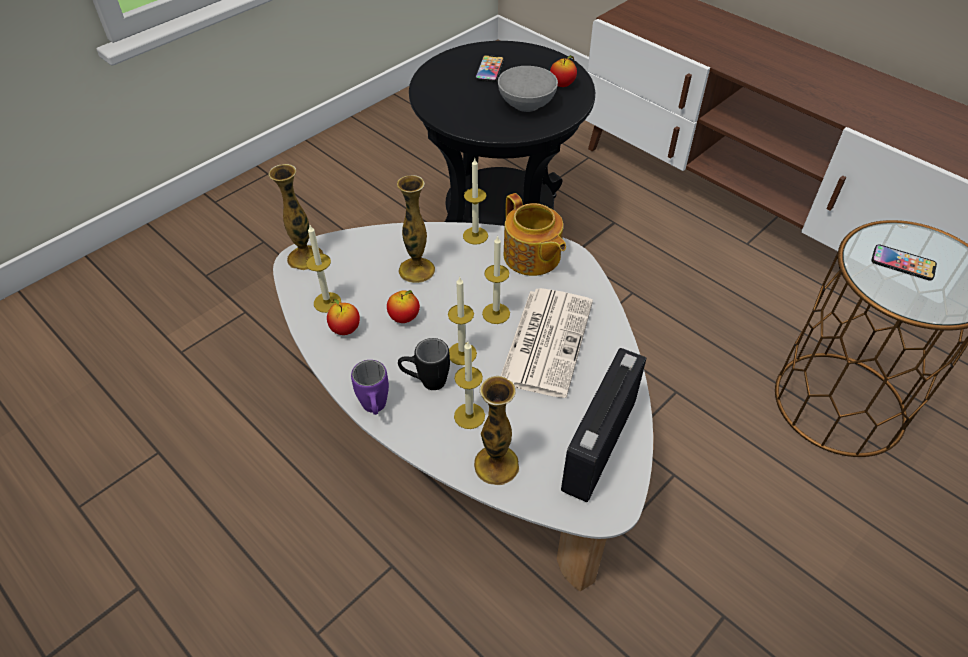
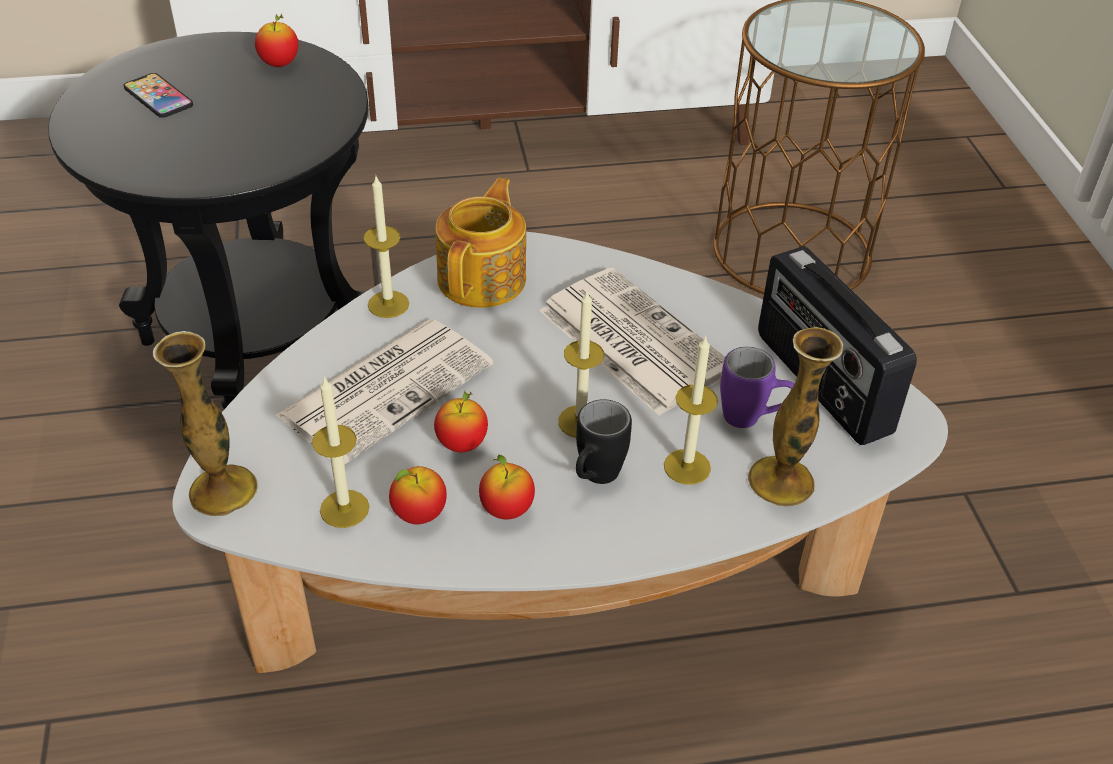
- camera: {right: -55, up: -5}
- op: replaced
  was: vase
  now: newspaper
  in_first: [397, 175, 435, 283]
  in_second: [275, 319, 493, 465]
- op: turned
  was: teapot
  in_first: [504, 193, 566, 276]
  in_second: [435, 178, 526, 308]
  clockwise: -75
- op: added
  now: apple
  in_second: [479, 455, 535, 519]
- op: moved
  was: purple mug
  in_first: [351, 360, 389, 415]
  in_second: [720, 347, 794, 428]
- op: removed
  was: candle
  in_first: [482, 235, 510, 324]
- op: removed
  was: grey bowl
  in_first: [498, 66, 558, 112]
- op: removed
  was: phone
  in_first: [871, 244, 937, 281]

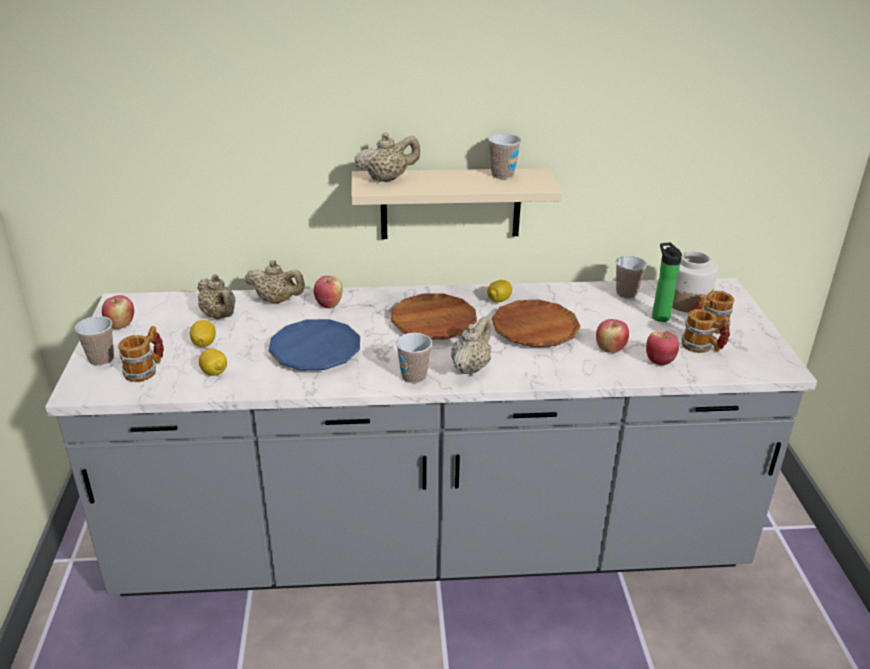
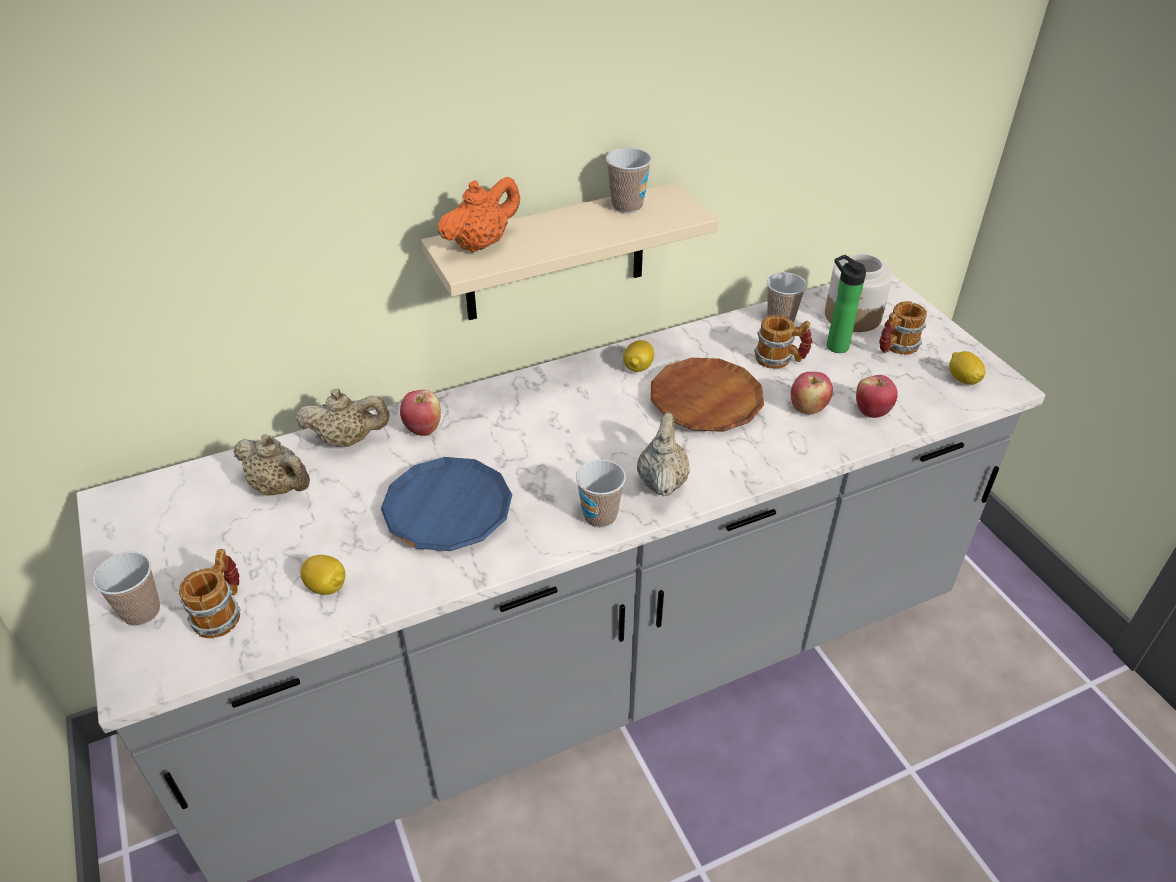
- camera: {right: -20, up: 10}
- op: recoloured
  was: beige teapot
  now: orange teapot
  in_first: [355, 133, 420, 182]
  in_second: [438, 177, 520, 253]
- op: moved
  was: mug
  in_first: [682, 309, 730, 353]
  in_second: [754, 315, 812, 369]
- op: moved
  was: lemon
  in_first: [190, 320, 216, 347]
  in_second: [949, 351, 985, 385]
- op: removed
  was: apple
  in_first: [102, 295, 134, 329]
- op: removed
  was: brown plate
  in_first: [391, 294, 477, 339]

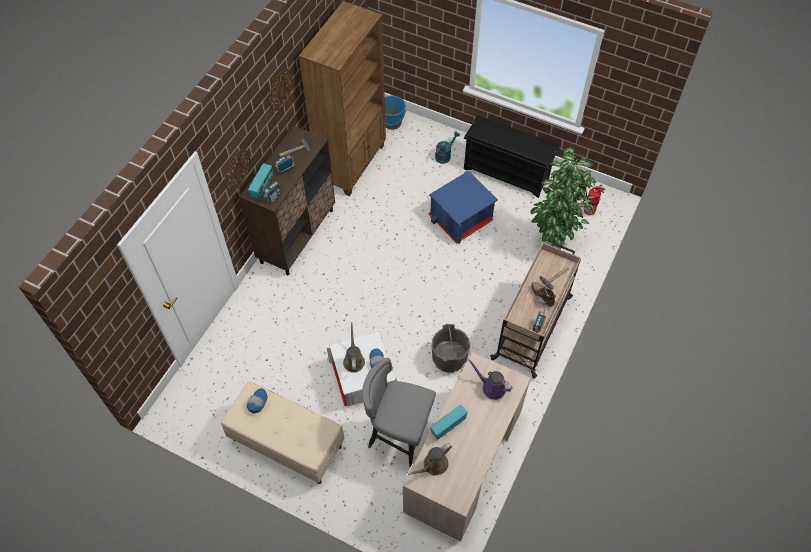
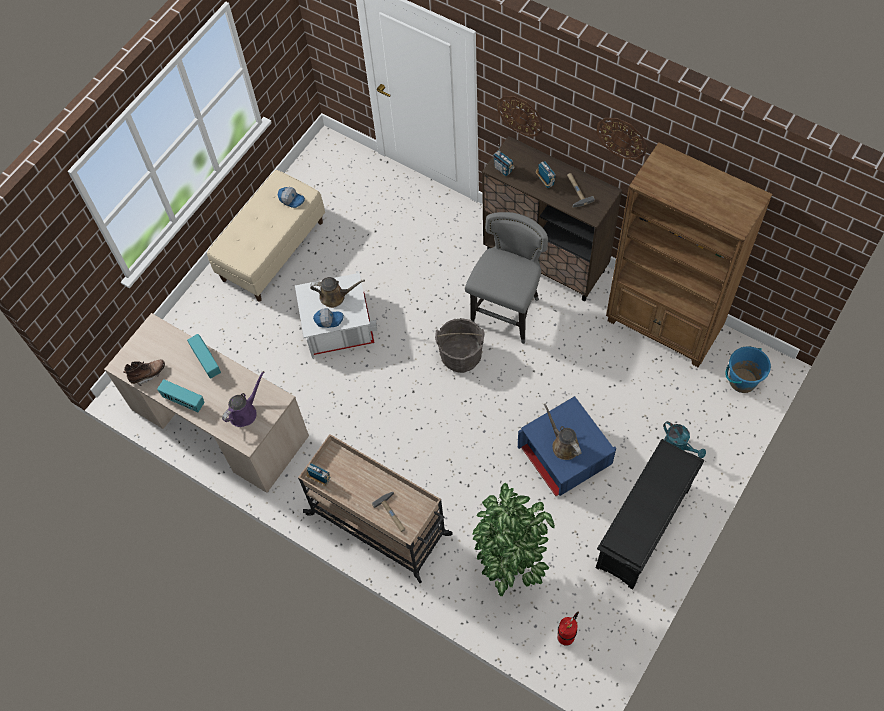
- camera: {right: 100, up: 5}
- op: moved
  was: brown boot
  in_first: [531, 282, 556, 307]
  in_second: [123, 359, 165, 386]
- op: moved
  was: radio
  in_first: [248, 163, 273, 199]
  in_second: [157, 379, 204, 412]
- op: moved
  was: grey bucket
  in_first: [431, 324, 470, 372]
  in_second: [435, 318, 485, 373]
- op: moved
  was: grey stool
  in_first: [363, 358, 436, 467]
  in_second: [465, 212, 548, 344]
- op: moved
  was: brown watering can
  in_first: [408, 443, 452, 475]
  in_second: [544, 404, 581, 460]

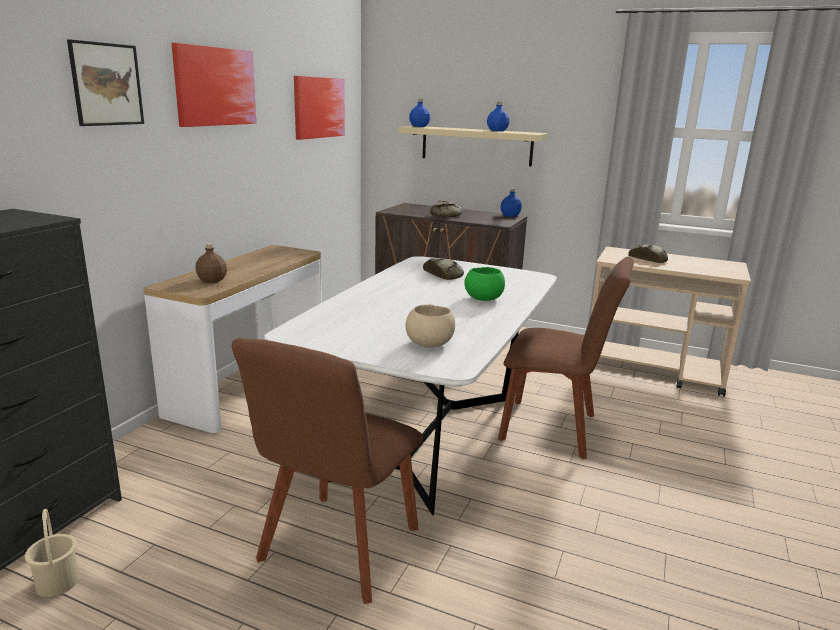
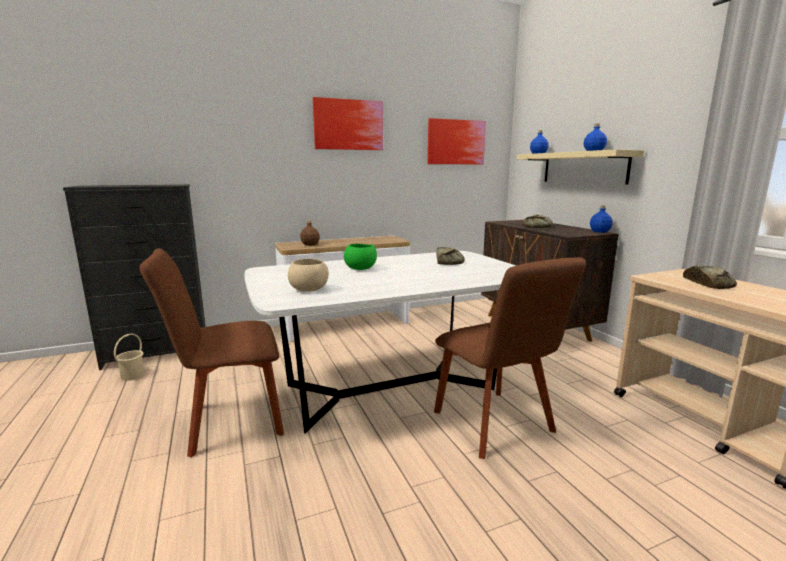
- camera: {right: 45, up: -5}
- op: moved
  was: green bowl
  in_first: [464, 267, 505, 301]
  in_second: [344, 244, 377, 270]
- op: removed
  was: picture
  in_first: [67, 39, 144, 126]

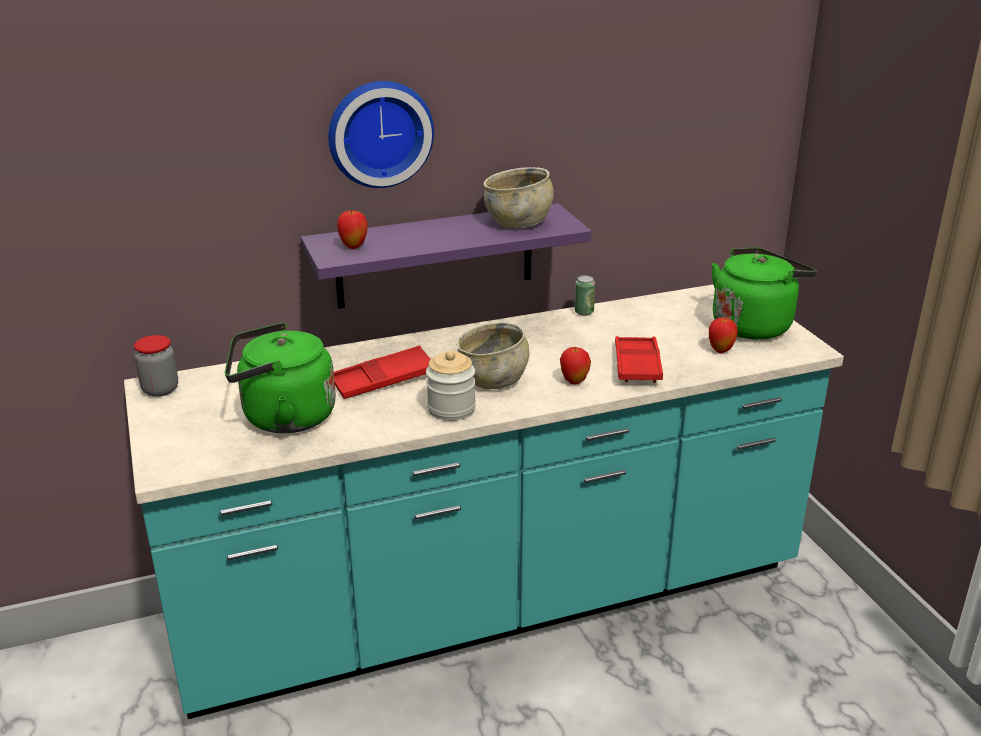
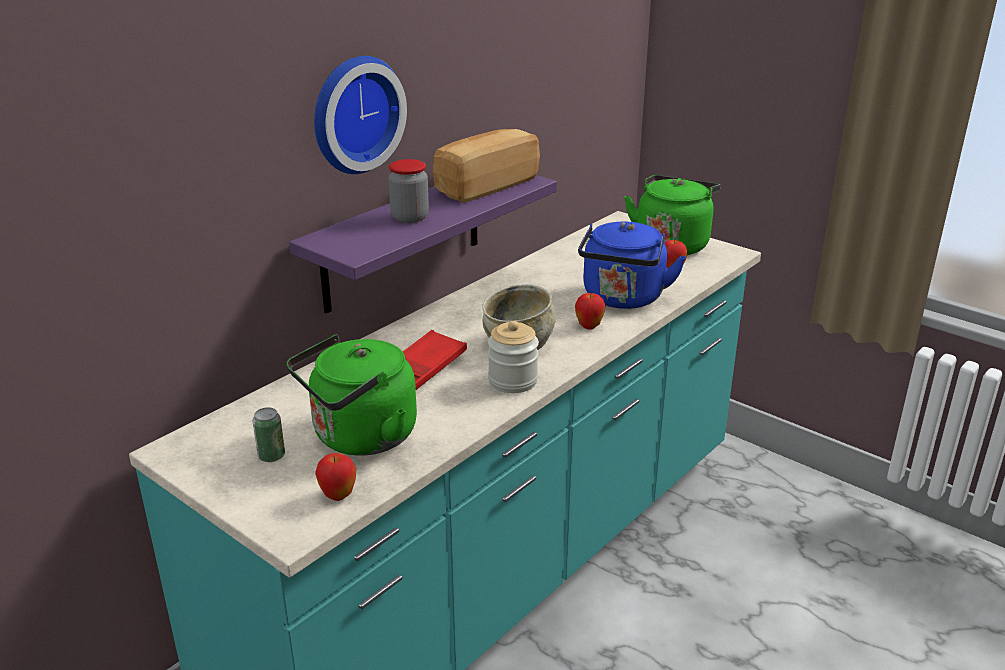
- camera: {right: -30, up: 0}
- op: moved
  was: can
  in_first: [574, 275, 595, 316]
  in_second: [253, 407, 285, 462]
- op: moved
  was: apple
  in_first: [337, 210, 368, 249]
  in_second: [315, 453, 356, 501]
- op: moved
  was: jar
  in_first: [134, 335, 178, 397]
  in_second: [388, 159, 429, 223]
- op: replaced
  was: beige bowl
  now: bread
  in_first: [484, 167, 554, 228]
  in_second: [433, 129, 540, 203]
- op: replaced
  was: red tray
  now: blue kettle
  in_first: [615, 336, 663, 383]
  in_second: [578, 222, 686, 309]

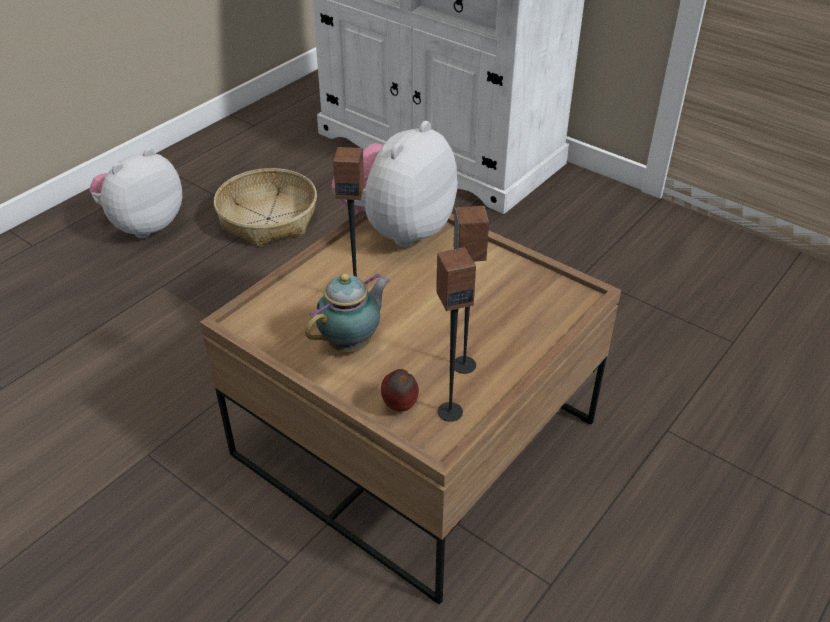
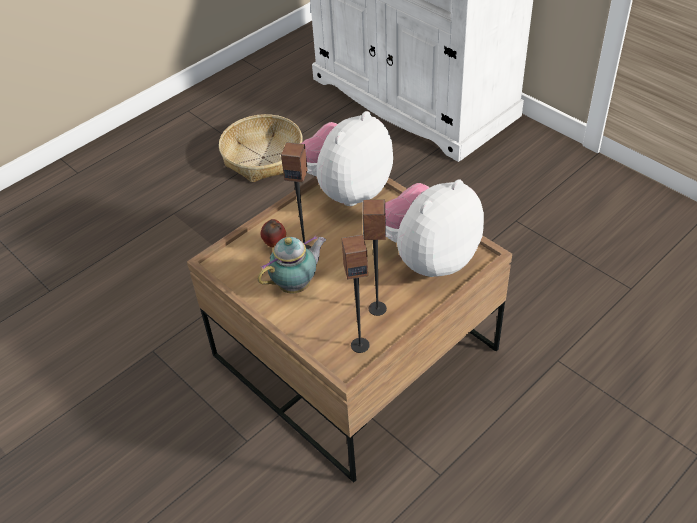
- camera: {right: 10, up: 5}
- op: moved
  was: apple
  in_first: [381, 369, 419, 411]
  in_second: [260, 219, 286, 247]
- op: moved
  was: plush toy
  in_first: [90, 148, 182, 238]
  in_second: [385, 179, 484, 277]

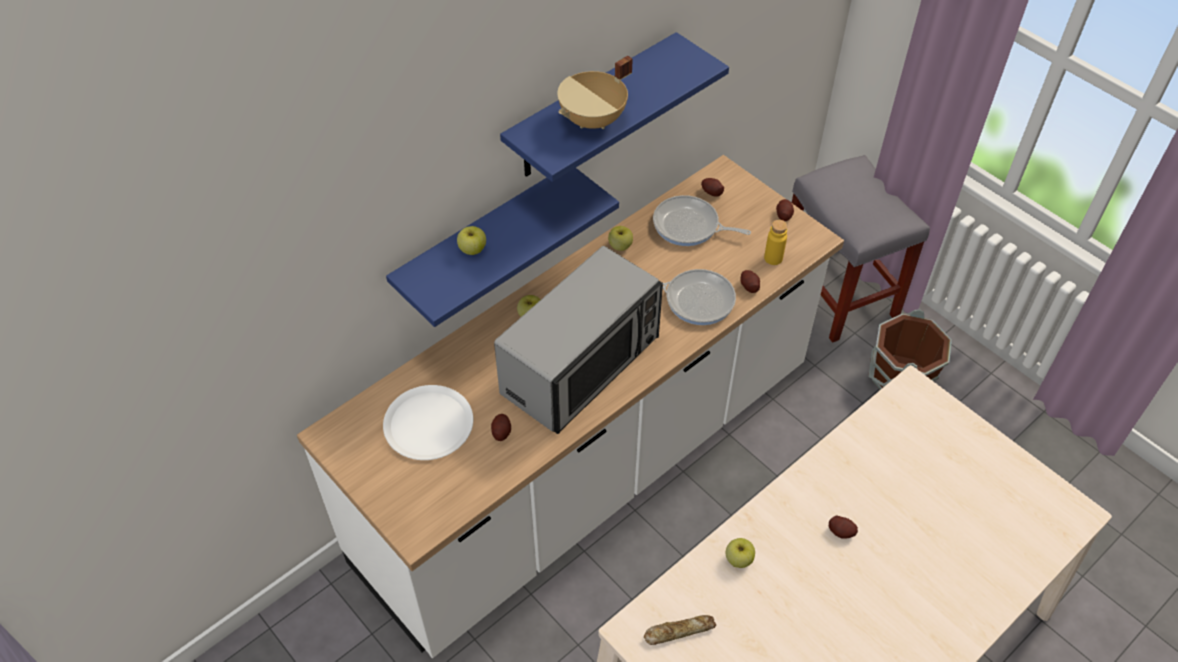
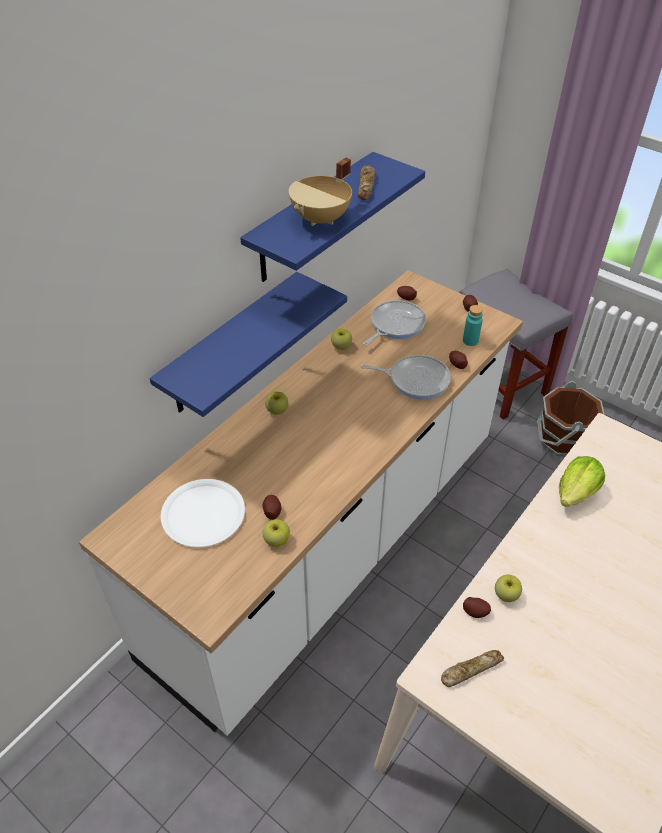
- camera: {right: -10, up: -5}
- op: moved
  was: apple
  in_first: [457, 226, 486, 255]
  in_second: [262, 519, 290, 547]
- op: added
  now: bread
  in_second: [358, 165, 375, 200]
- op: turned
  was: frying pan
  in_first: [653, 195, 751, 246]
  in_second: [363, 300, 426, 345]
  clockwise: 120
- op: recoloured
  was: yellow bottle
  now: turquoise bottle
  in_first: [764, 220, 788, 265]
  in_second: [463, 305, 483, 346]
- op: moved
  was: potato
  in_first: [829, 515, 858, 539]
  in_second: [463, 597, 491, 618]
- op: added
  now: lettuce
  in_second: [559, 456, 605, 507]
- op: removed
  was: microwave
  in_first: [494, 246, 663, 434]

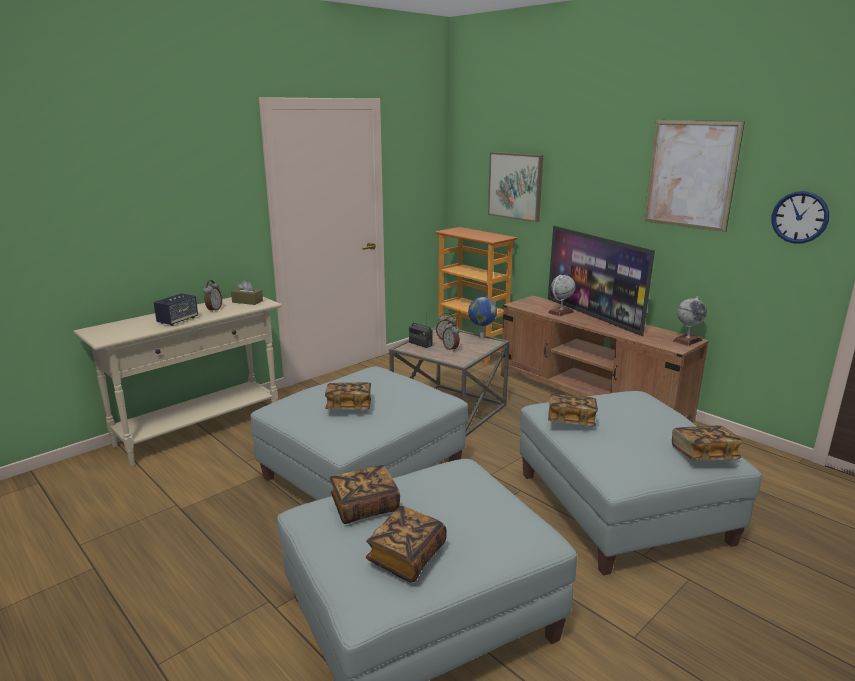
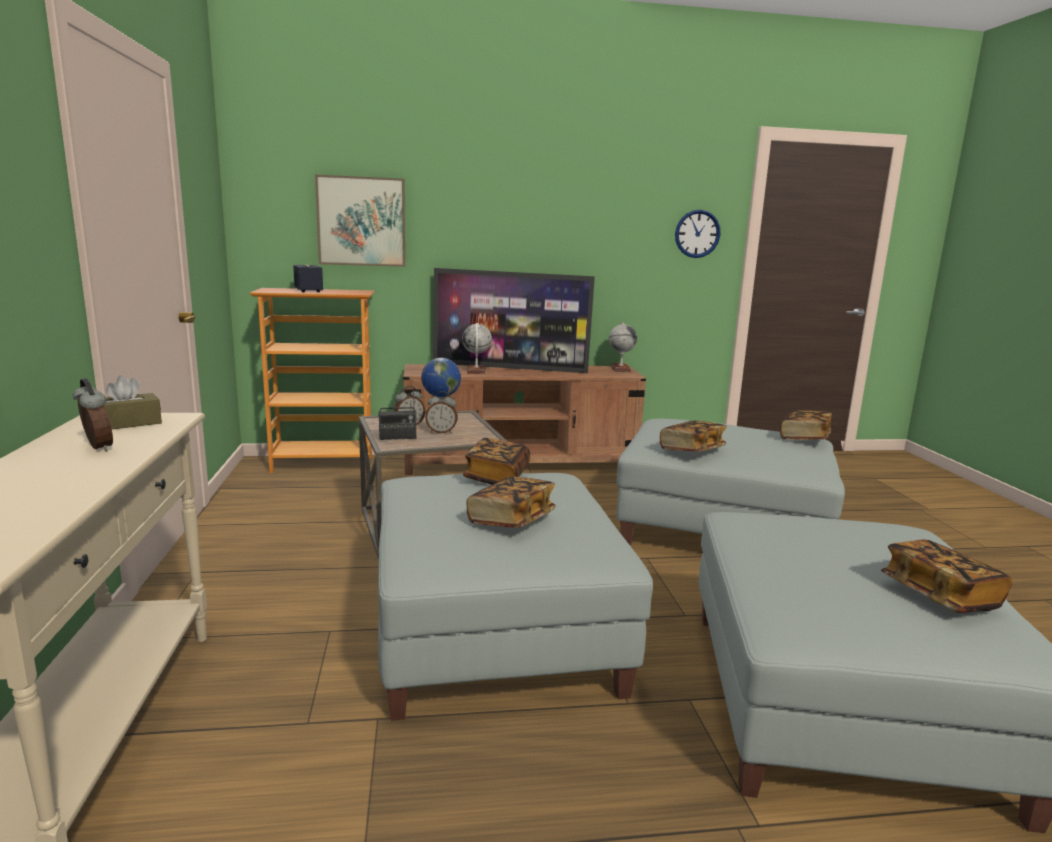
- camera: {right: -55, up: -5}
- op: moved
  was: speaker
  in_first: [153, 293, 198, 326]
  in_second: [293, 264, 323, 292]
- op: moved
  was: book
  in_first: [330, 465, 400, 524]
  in_second: [463, 438, 530, 485]
- op: removed
  was: picture
  in_first: [644, 120, 745, 232]

